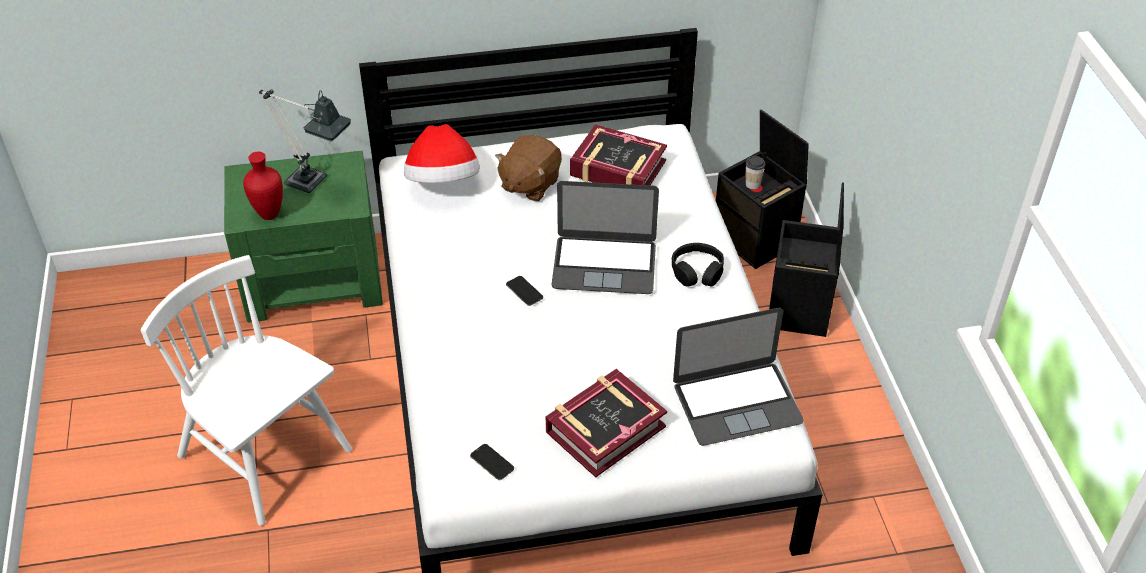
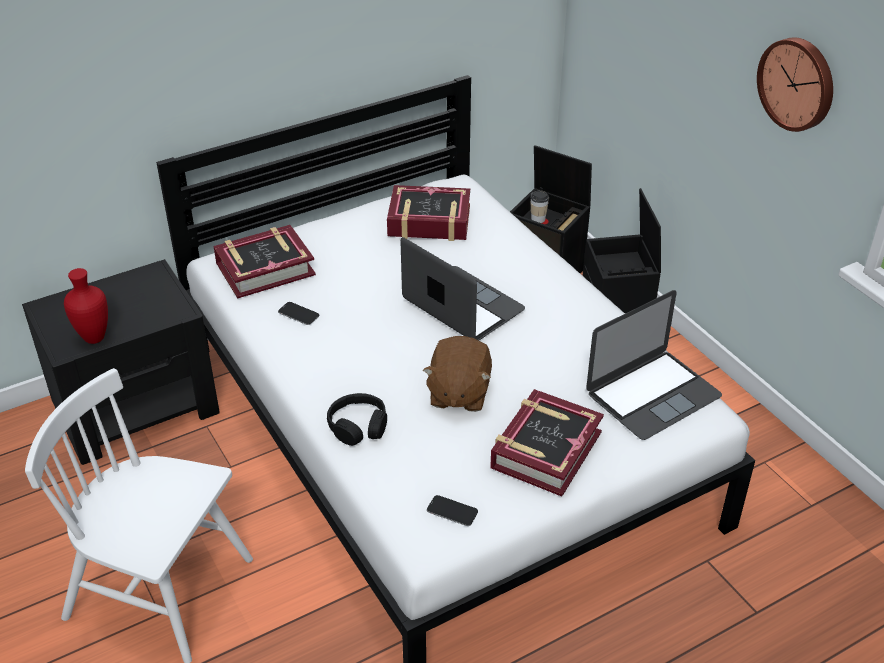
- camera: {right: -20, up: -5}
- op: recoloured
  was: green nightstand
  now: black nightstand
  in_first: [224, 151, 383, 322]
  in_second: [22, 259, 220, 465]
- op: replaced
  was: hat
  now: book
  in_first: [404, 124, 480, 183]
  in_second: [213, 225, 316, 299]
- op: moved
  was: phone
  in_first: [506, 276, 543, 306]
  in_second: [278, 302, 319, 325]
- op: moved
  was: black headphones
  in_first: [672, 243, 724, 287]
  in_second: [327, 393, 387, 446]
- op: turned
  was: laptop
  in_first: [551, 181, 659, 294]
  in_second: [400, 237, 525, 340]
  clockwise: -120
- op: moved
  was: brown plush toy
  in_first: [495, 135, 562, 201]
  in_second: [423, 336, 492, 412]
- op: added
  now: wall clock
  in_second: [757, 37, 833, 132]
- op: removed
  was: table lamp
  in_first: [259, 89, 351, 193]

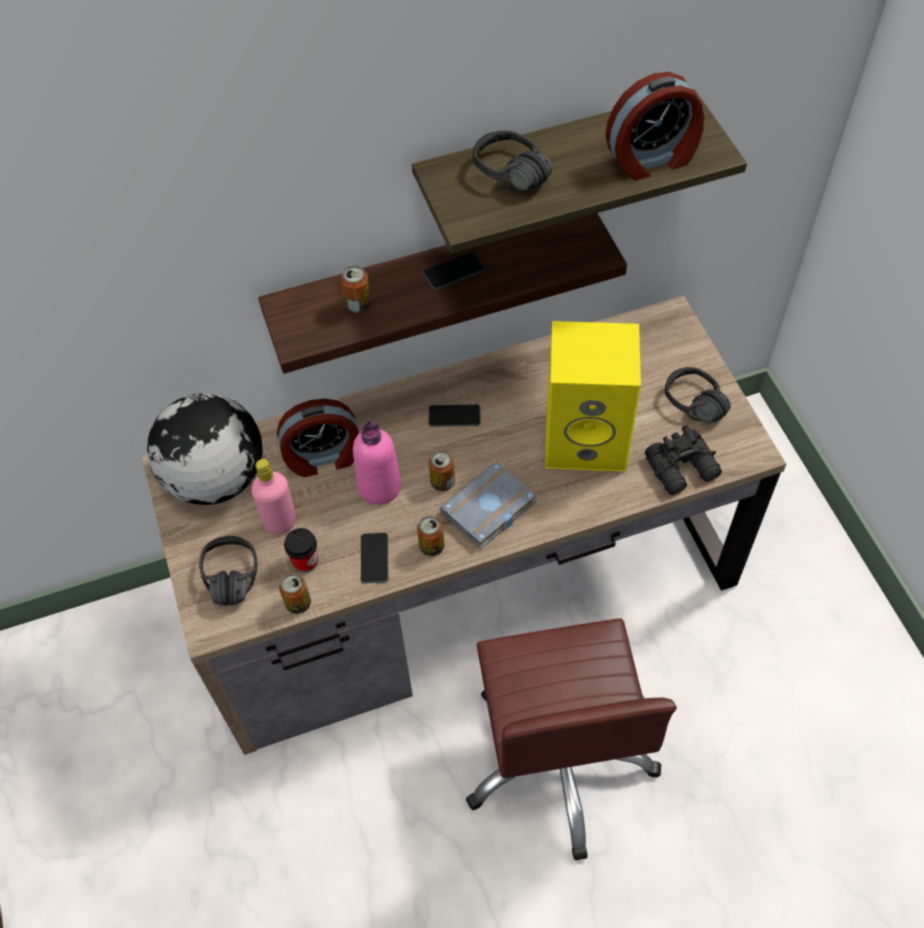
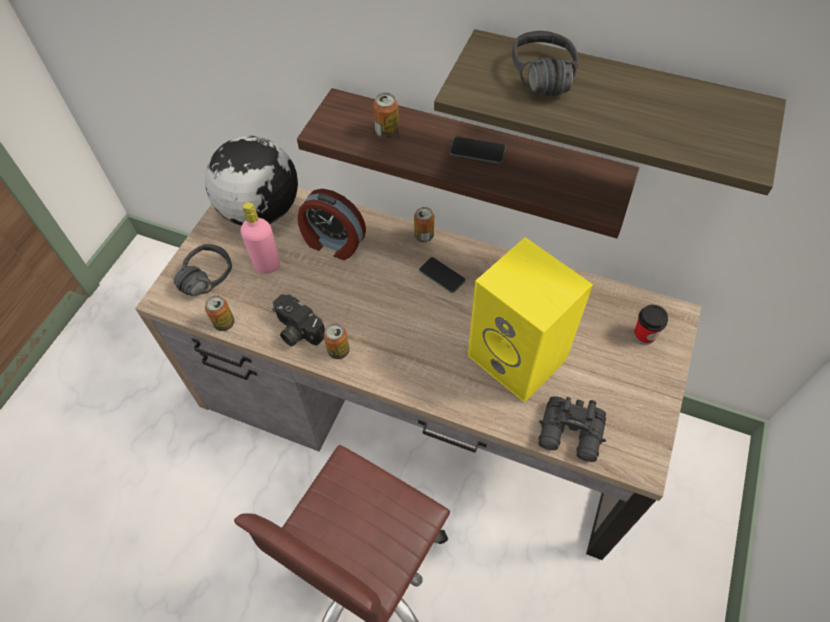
- camera: {right: 40, up: 0}
- op: replaced
  was: phone
  now: photo camera
  in_first: [361, 533, 388, 584]
  in_second: [272, 294, 325, 346]
- op: moved
  was: can
  in_first: [429, 451, 455, 491]
  in_second: [414, 207, 434, 242]
- op: moved
  was: cup
  in_first: [284, 528, 318, 573]
  in_second: [634, 304, 668, 345]
- op: removed
  was: pink bottle
  in_first: [353, 422, 401, 505]
- op: removed
  was: grey book
  in_first: [440, 462, 536, 549]
- op: removed
  was: alarm clock
  in_first: [606, 72, 704, 180]
- op: removed
  was: black headphones
  in_first: [665, 367, 731, 423]

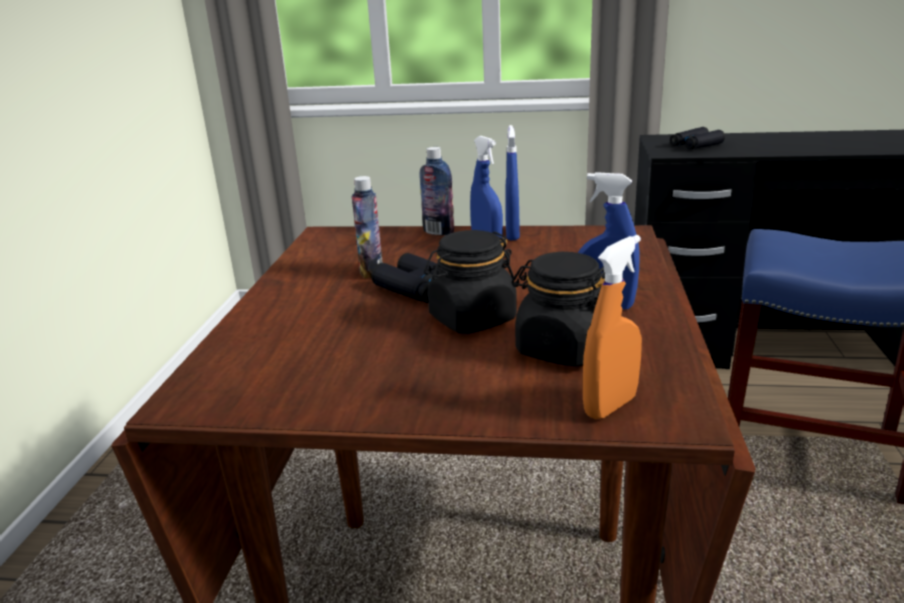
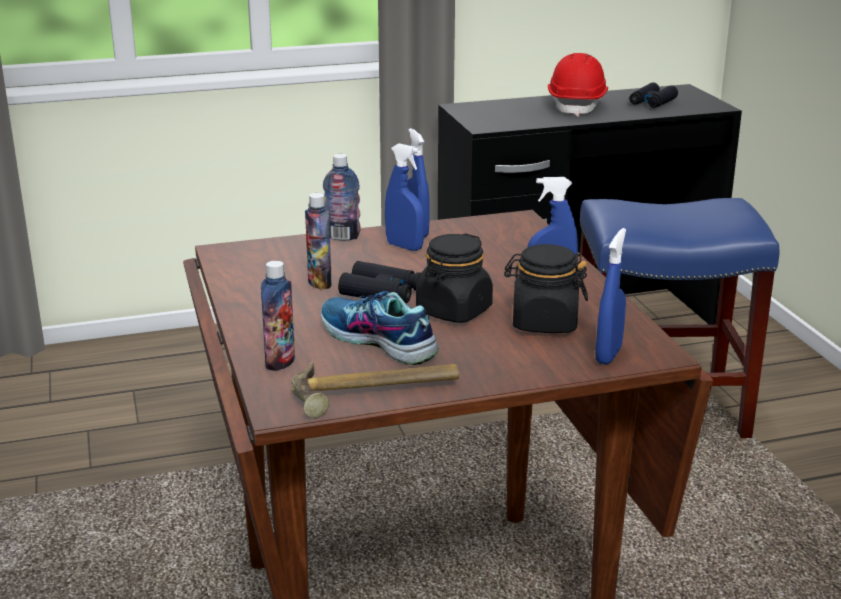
- camera: {right: -25, up: 0}
- op: added
  now: bottle
  in_second: [261, 261, 295, 371]
- op: added
  now: hammer
  in_second: [292, 362, 459, 418]
- op: added
  now: shoe
  in_second: [321, 291, 439, 365]
- op: added
  now: red hard hat
  in_second: [548, 53, 608, 117]
- op: recoloured
  was: orange spray bottle
  now: blue spray bottle
  in_first: [583, 235, 642, 419]
  in_second: [596, 228, 626, 364]
- op: moved
  was: black binoculars
  in_first: [670, 127, 725, 149]
  in_second: [629, 83, 678, 108]

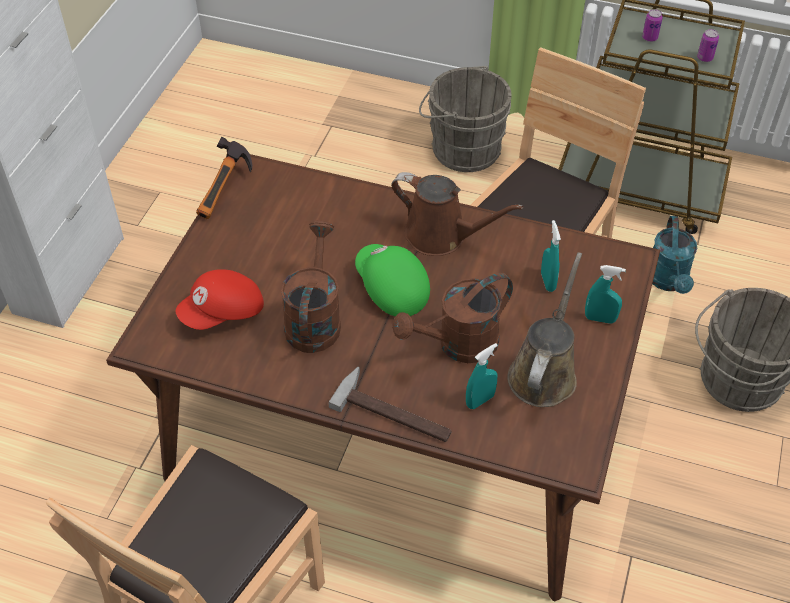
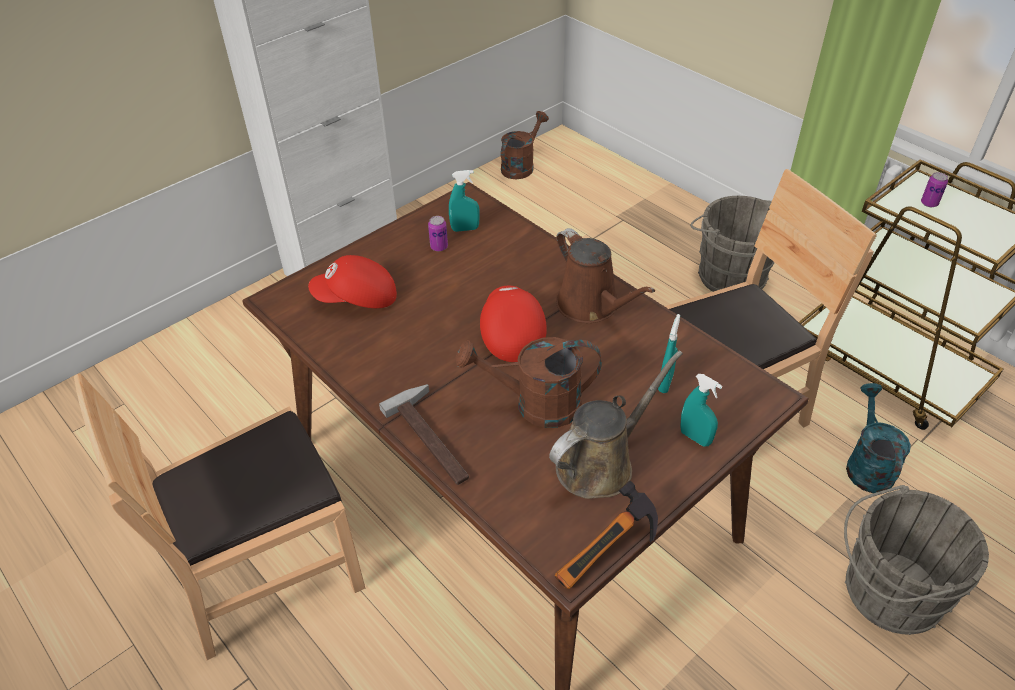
- camera: {right: 30, up: -5}
- op: moved
  was: can
  in_first: [697, 29, 719, 62]
  in_second: [428, 216, 448, 251]
- op: moved
  was: turquoise spray bottle
  in_first: [466, 343, 498, 409]
  in_second: [449, 170, 480, 232]
- op: recoloured
  was: green cap
  now: red cap
  in_first: [355, 244, 430, 317]
  in_second: [480, 285, 547, 362]
- op: moved
  was: brown watering can
  in_first: [281, 220, 341, 353]
  in_second: [501, 111, 549, 179]
- op: moved
  was: hammer
  in_first: [196, 137, 252, 219]
  in_second: [555, 481, 658, 589]
- op: turned
  was: turquoise watering can
  in_first: [652, 216, 697, 294]
  in_second: [846, 383, 911, 493]
  clockwise: 150

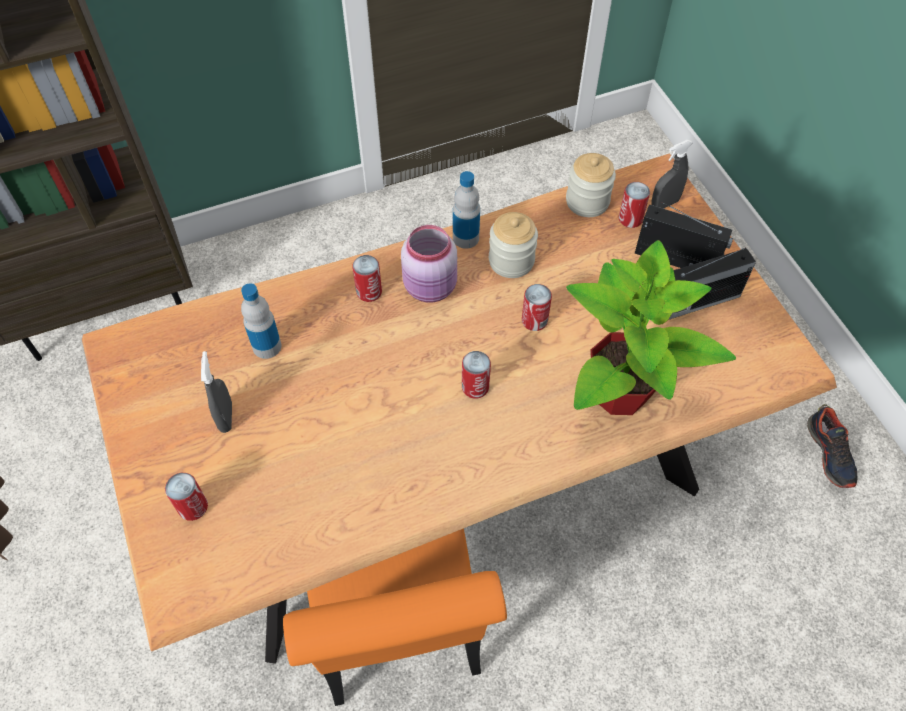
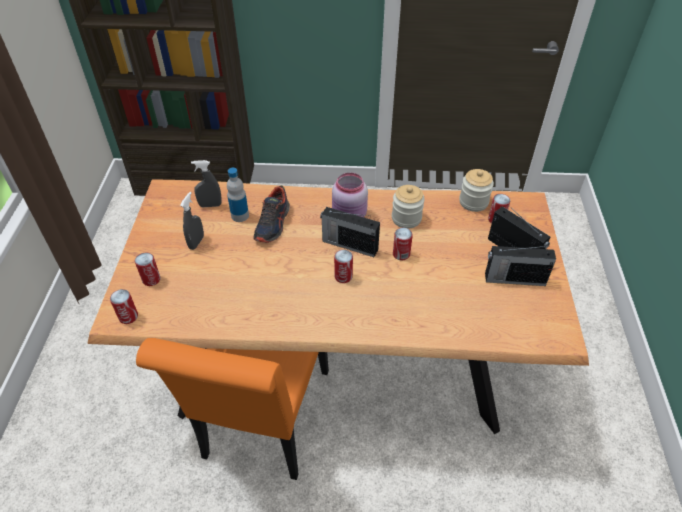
- camera: {right: 25, up: -10}
- op: moved
  was: can
  in_first: [352, 255, 382, 302]
  in_second: [110, 289, 138, 324]
- op: moved
  was: grey spray bottle
  in_first: [651, 140, 692, 209]
  in_second: [191, 160, 222, 207]
- op: moved
  was: shoe
  in_first: [807, 404, 857, 488]
  in_second: [253, 185, 290, 243]
- op: added
  now: radio
  in_second: [320, 207, 380, 257]
- op: removed
  was: bottle
  in_first: [453, 171, 480, 249]
- op: removed
  was: potted plant
  in_first: [566, 240, 736, 415]

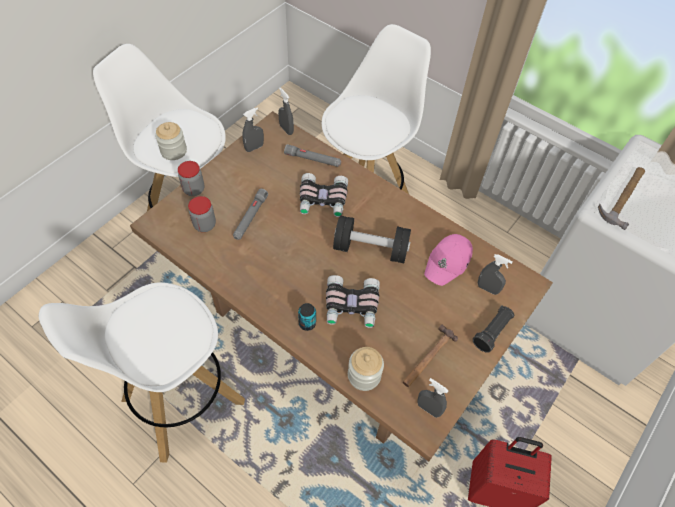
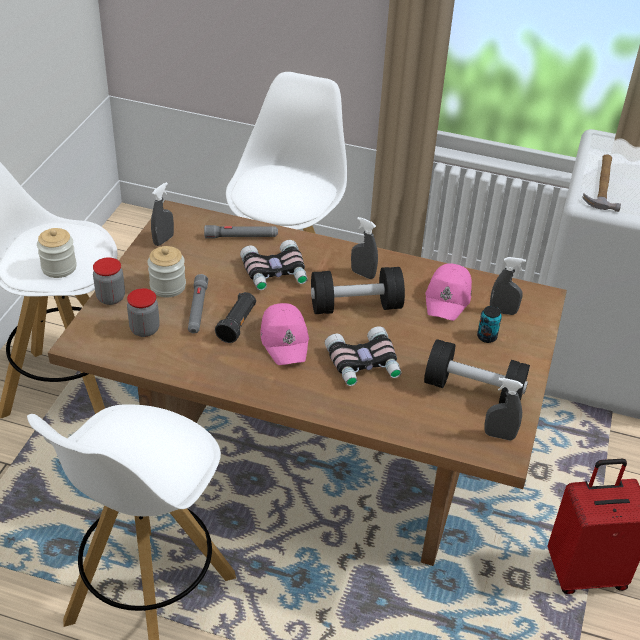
- camera: {right: -20, up: -15}
- op: moved
  was: jar
  in_first: [348, 347, 384, 391]
  in_second: [148, 246, 186, 297]
- op: moved
  was: black flashlight
  in_first: [473, 305, 514, 353]
  in_second: [215, 292, 256, 343]
- op: added
  now: pink cap
  in_second: [261, 303, 309, 365]
- op: moved
  was: grey spray bottle
  in_first: [278, 87, 294, 135]
  in_second: [351, 217, 378, 279]
- op: replaced
  was: hammer
  now: black dumbbell
  in_first: [403, 324, 458, 387]
  in_second: [424, 339, 530, 404]
- op: moved
  was: can
  in_first: [298, 303, 316, 331]
  in_second: [477, 306, 502, 343]

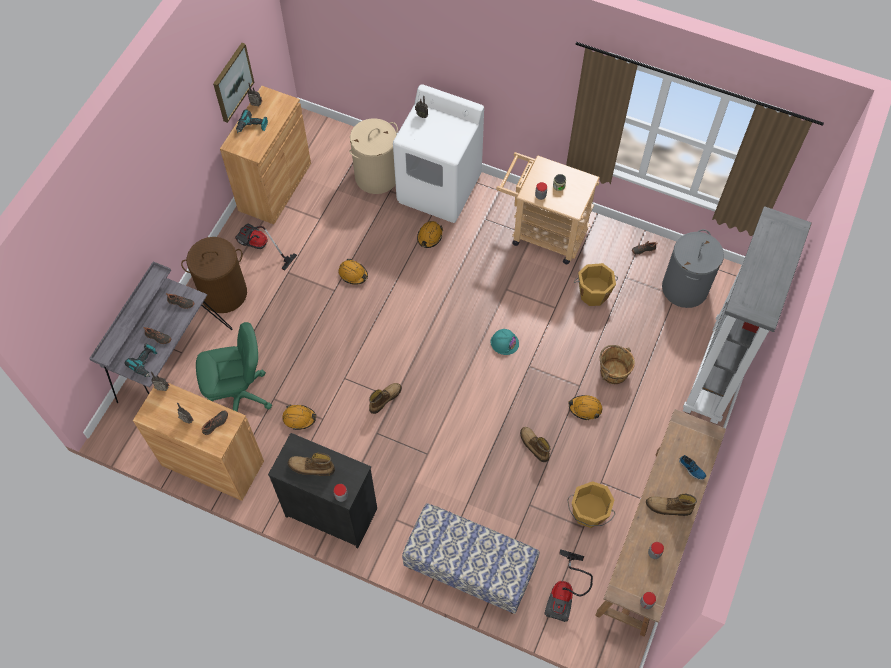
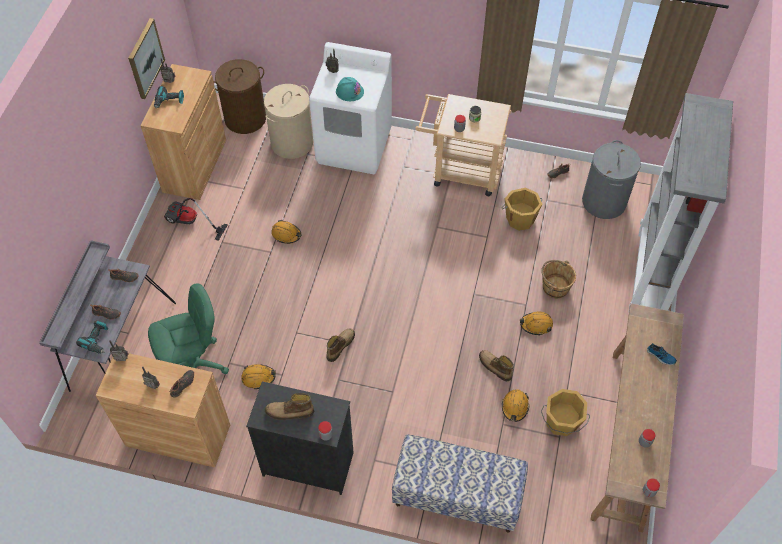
- camera: {right: -10, up: -5}
- op: moved
  was: brown laundry basket
  in_first: [181, 237, 247, 313]
  in_second: [214, 59, 266, 134]
- op: moved
  was: turquoise hard hat
  in_first: [491, 329, 519, 355]
  in_second: [336, 77, 364, 101]
- op: moved
  was: orange hard hat
  in_first: [417, 221, 443, 248]
  in_second: [502, 389, 529, 422]
- op: removed
  was: vacuum cleaner
  in_first: [544, 549, 593, 622]
- op: removed
  was: boot
  in_first: [646, 494, 697, 516]

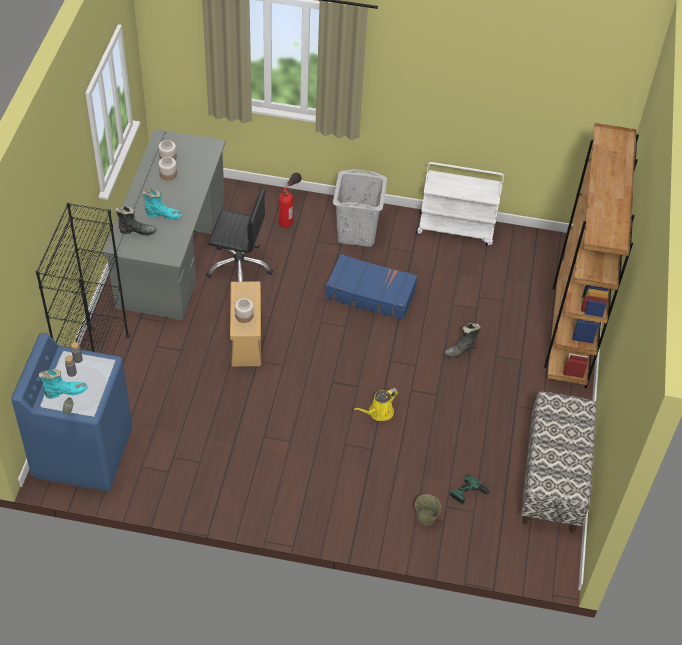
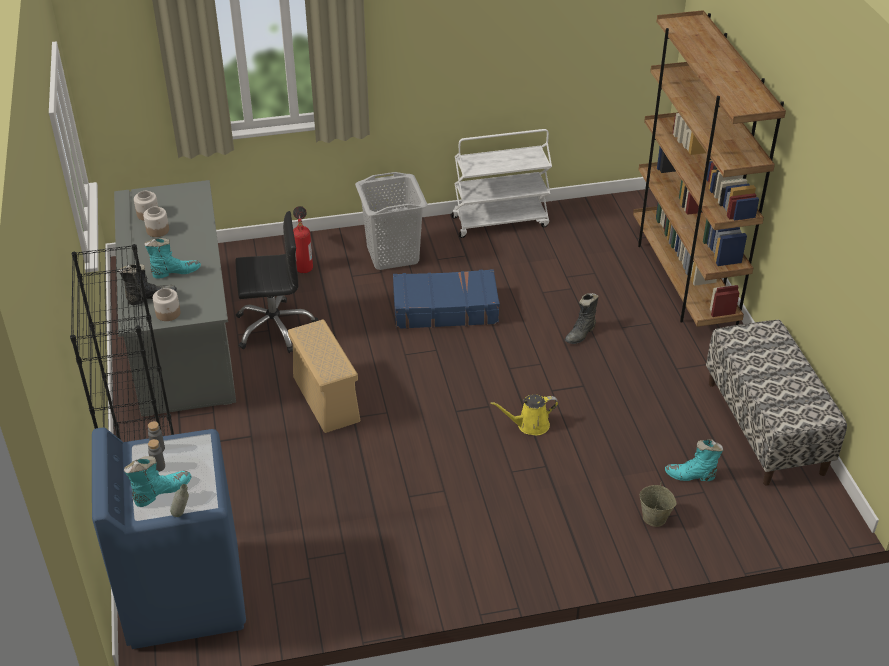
- camera: {right: -20, up: -10}
- op: moved
  was: jar
  in_first: [235, 298, 254, 323]
  in_second: [153, 288, 181, 321]
- op: turned
  was: yellow watering can
  in_first: [354, 388, 398, 421]
  in_second: [491, 394, 559, 436]
  clockwise: 45
- op: replaced
  was: power drill
  now: turquoise boot
  in_first: [450, 474, 492, 504]
  in_second: [665, 439, 723, 481]

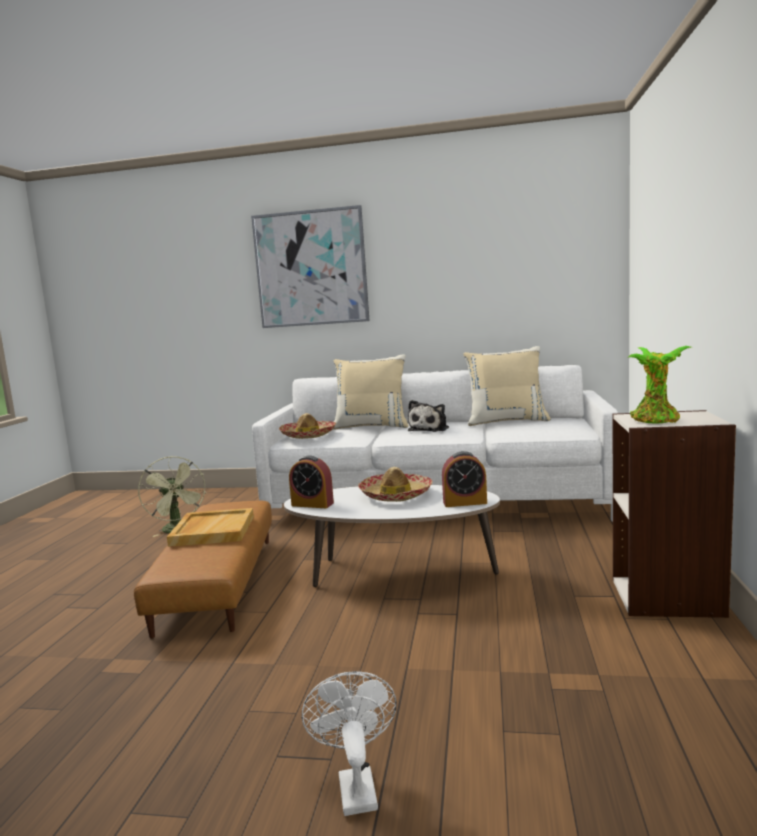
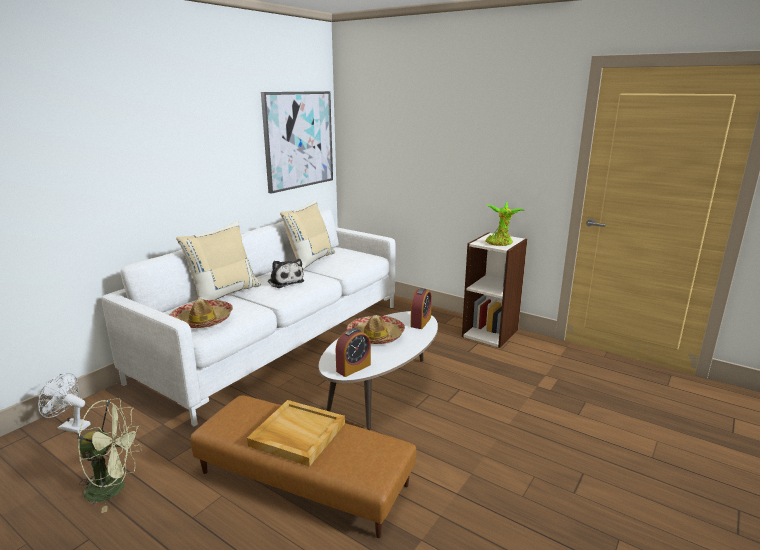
- camera: {right: -65, up: 10}
- op: moved
  was: white fan
  in_first: [302, 671, 397, 816]
  in_second: [38, 373, 91, 433]
- op: moved
  was: picture
  in_first: [251, 205, 370, 328]
  in_second: [261, 91, 333, 194]

